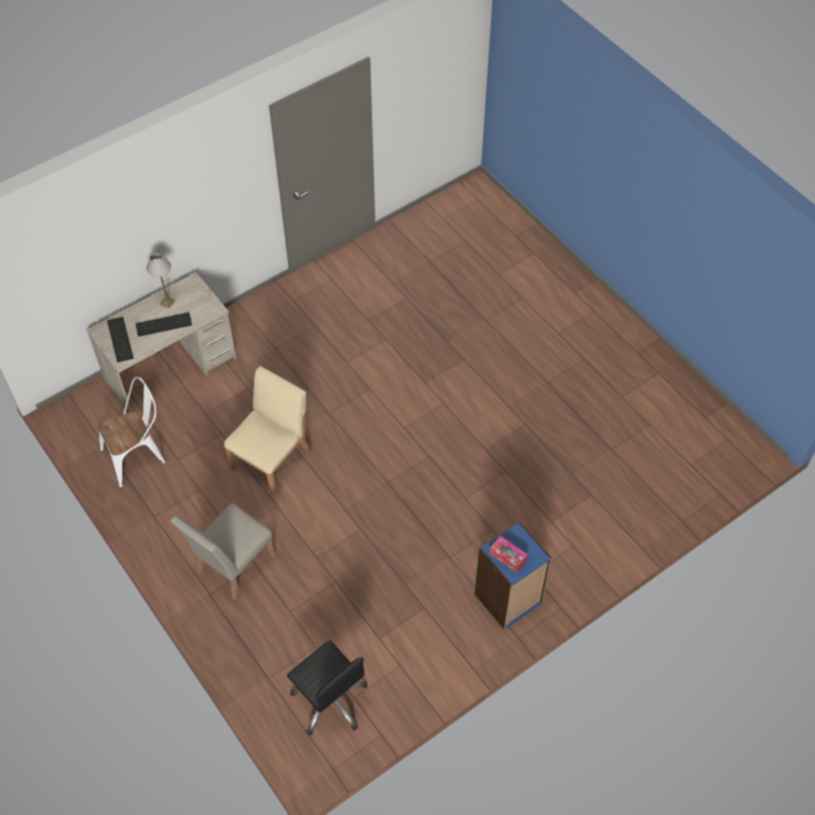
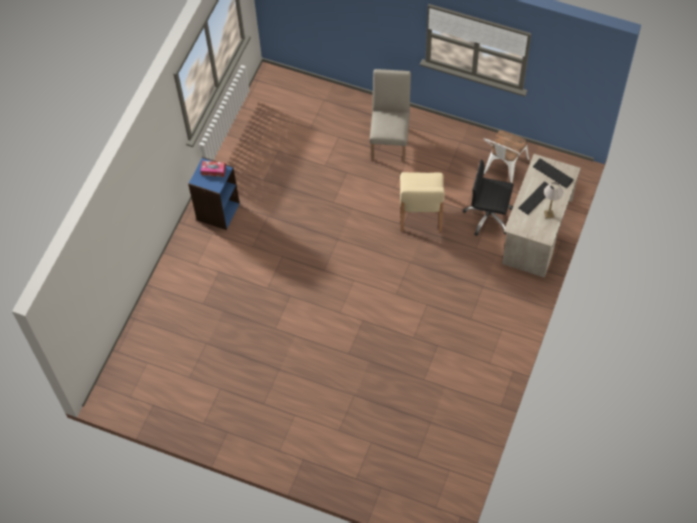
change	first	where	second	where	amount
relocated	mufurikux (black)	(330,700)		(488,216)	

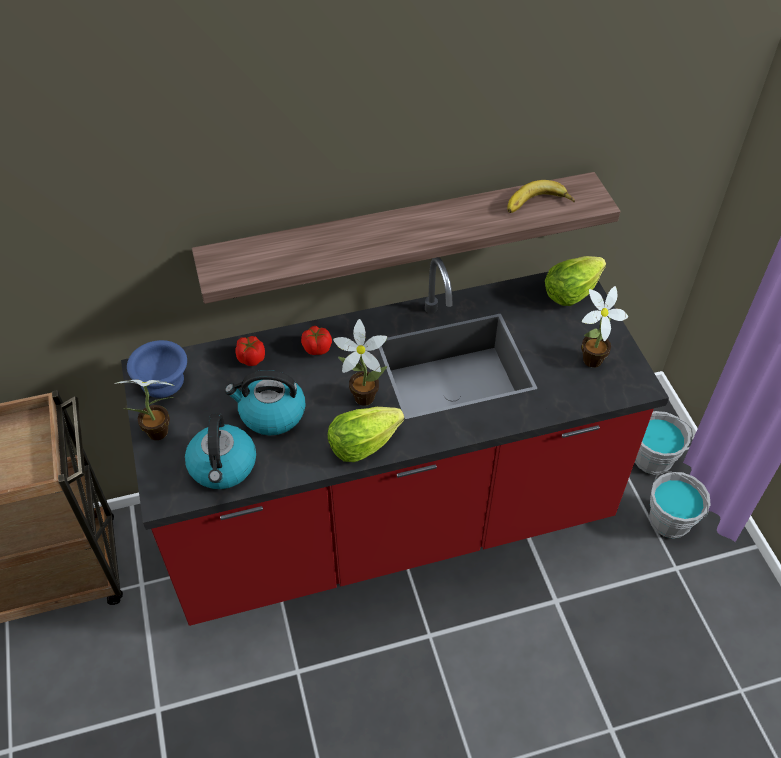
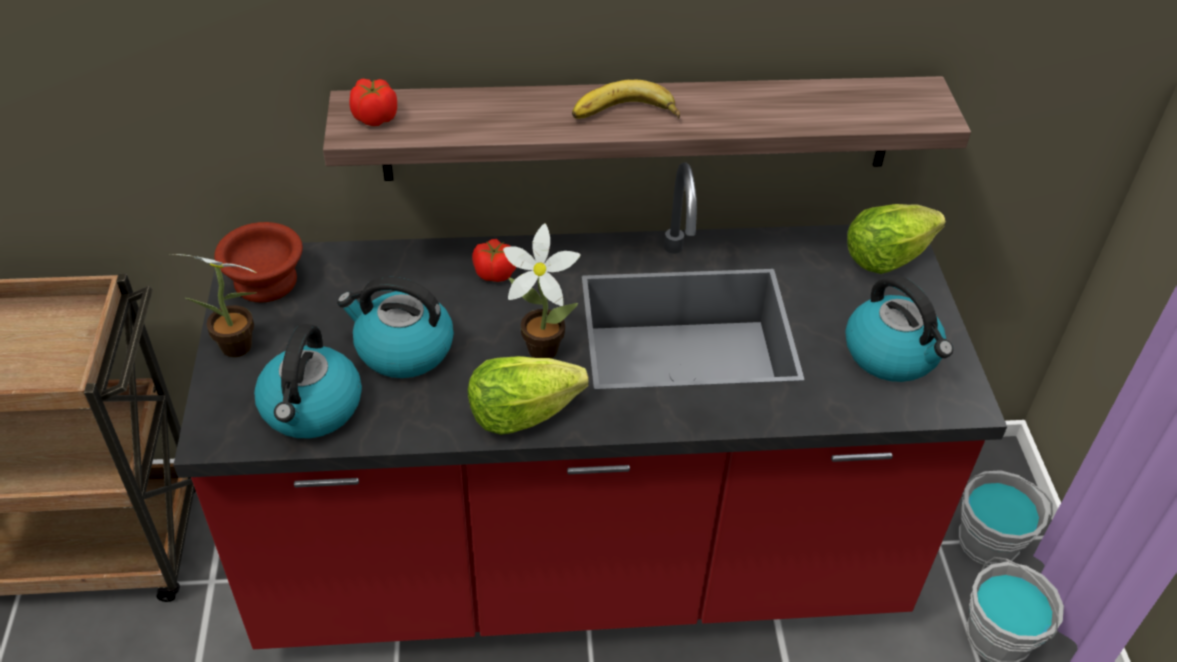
change	first	where	second	where	amount
relocated	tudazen	(251,358)		(375,117)	
relocated	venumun	(538,205)		(625,116)	
exchanged	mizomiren	(589,361)	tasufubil	(892,354)	
colour	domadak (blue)	(161,380)	domadak (brown)	(265,280)	

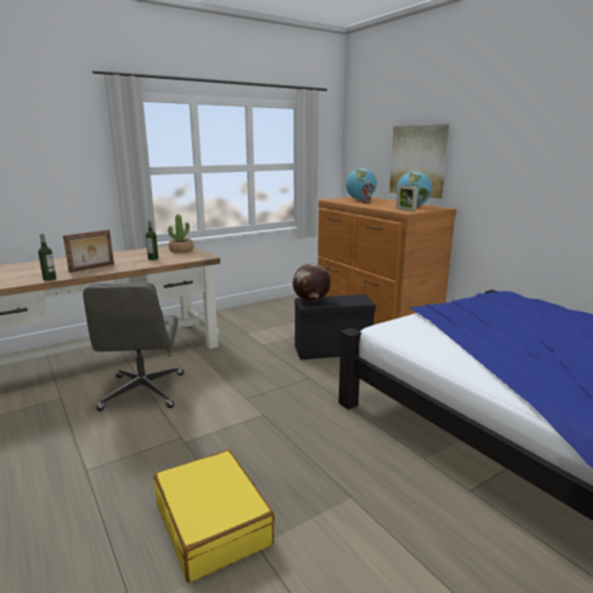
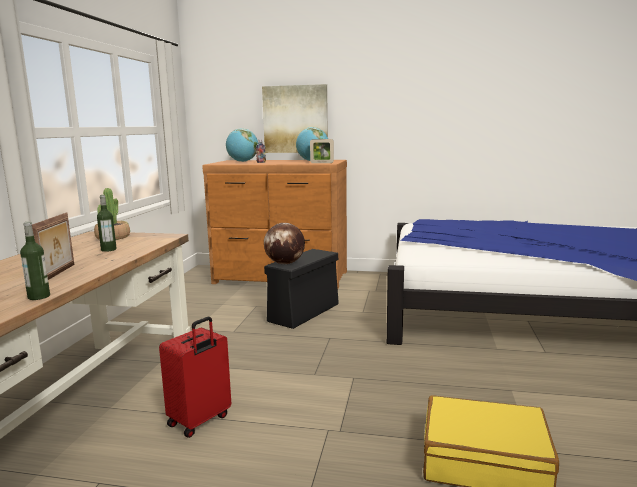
change	first	where	second	where	amount
exchanged	mufurikux (grey)	(143,392)	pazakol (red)	(200,421)	

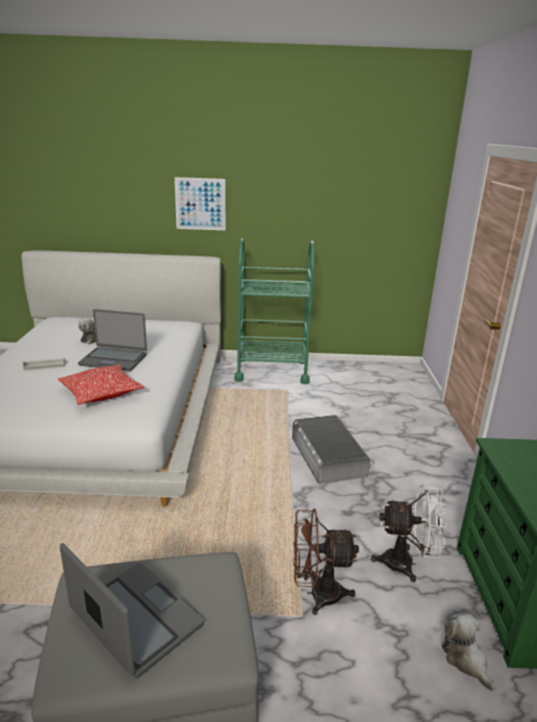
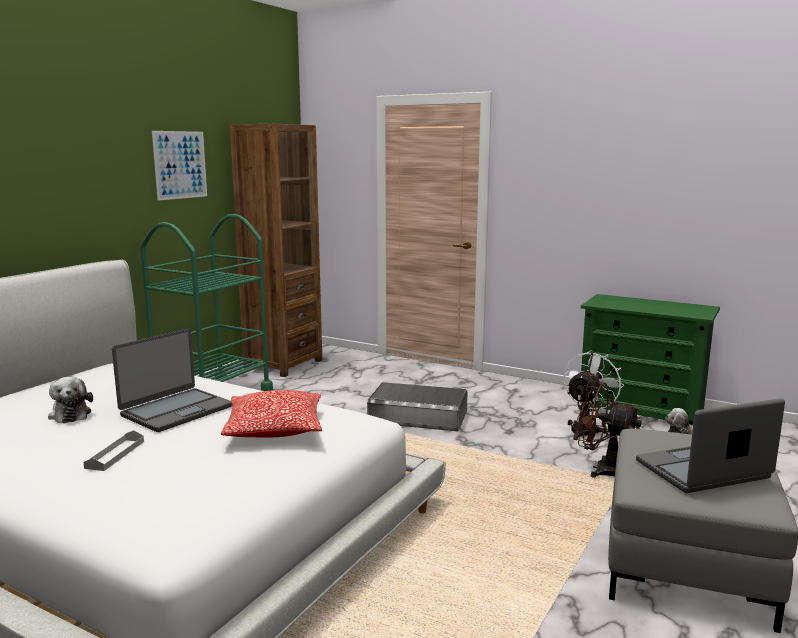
change	first	where	second	where	amount
appeared			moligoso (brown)	(283,364)	
relocated	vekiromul	(200,204)		(180,165)	
spun	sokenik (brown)	(316,594)		(602,469)	90 degrees clockwise

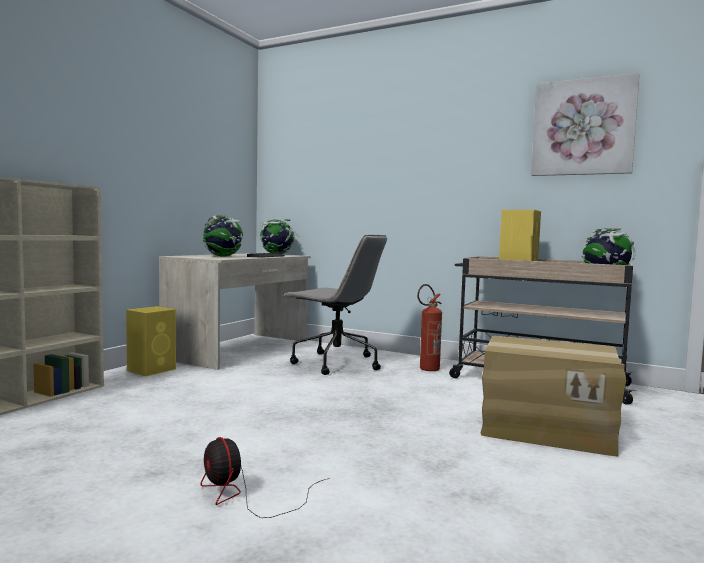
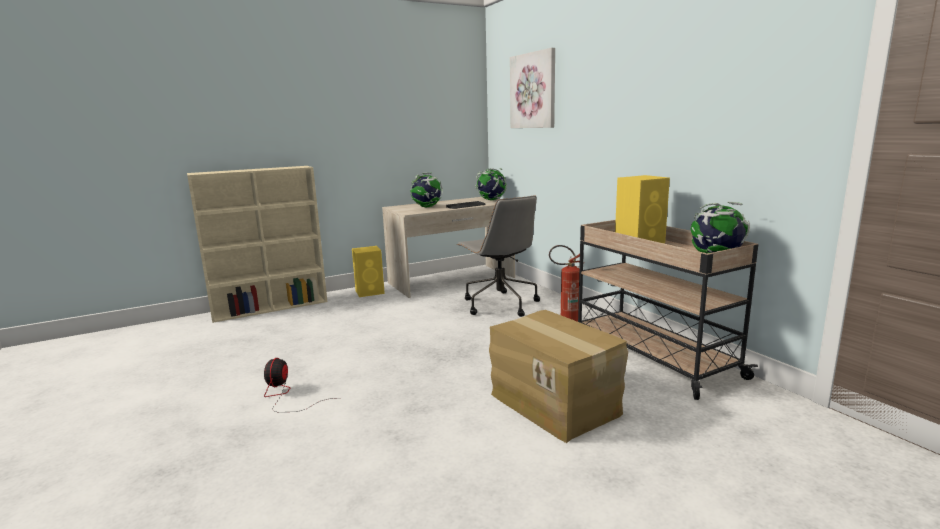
change	first	where	second	where	amount
relocated	vekiromul	(583,127)		(533,91)	

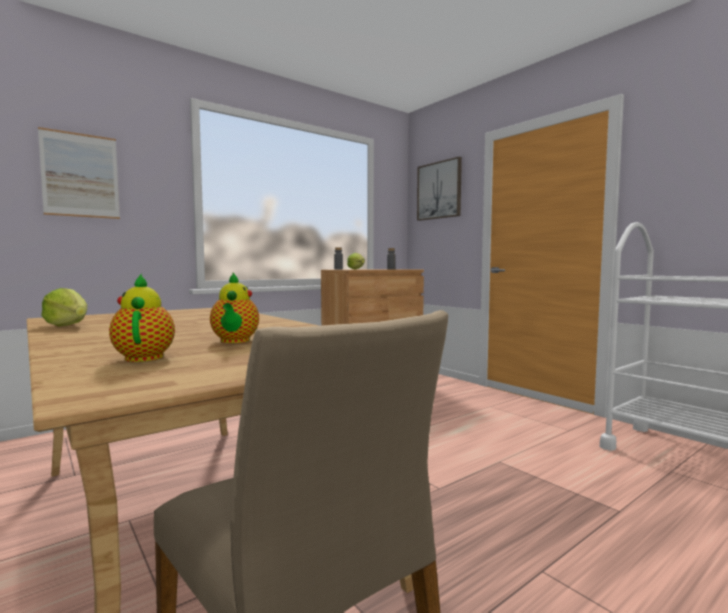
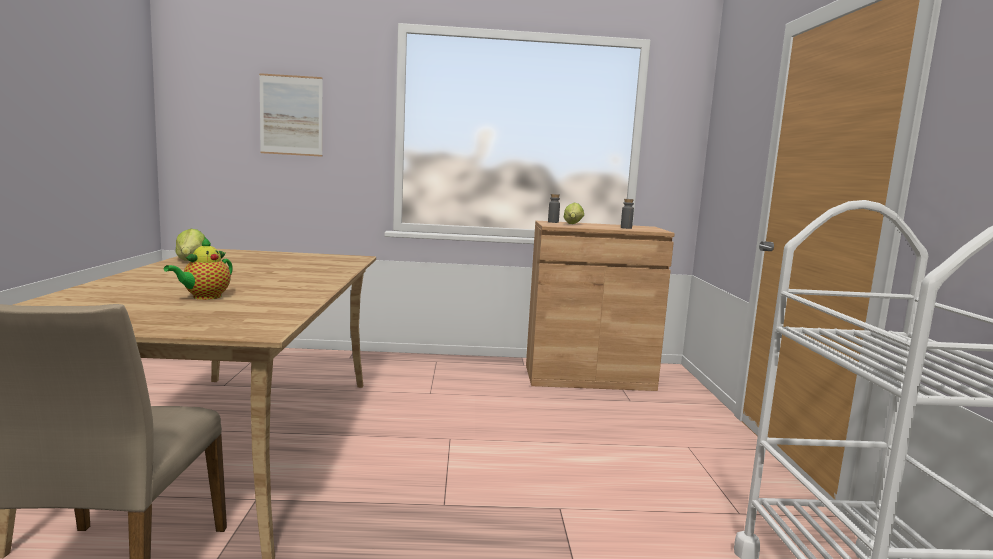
change	first	where	second	where	amount
missing	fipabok	(145,357)			
missing	vekiromul	(439,190)			

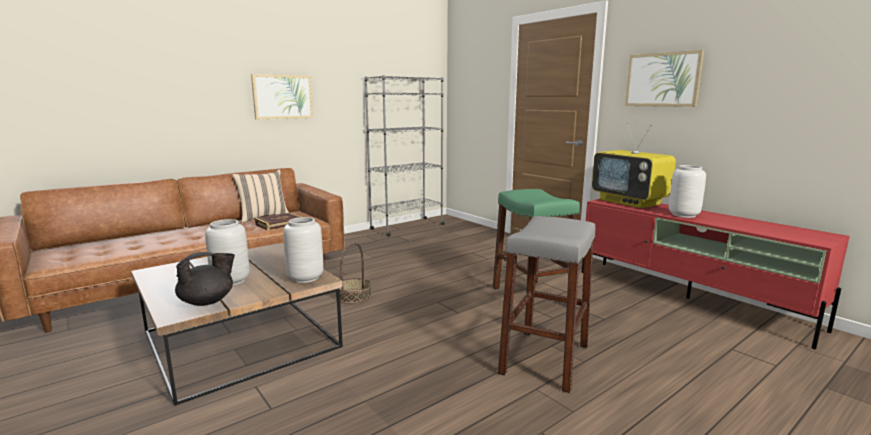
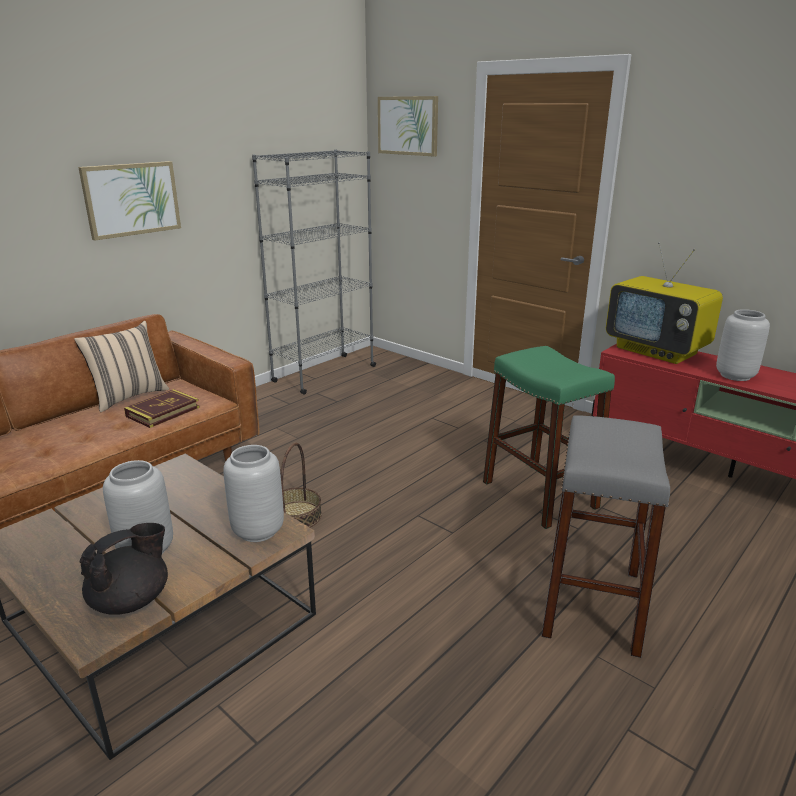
change	first	where	second	where	amount
relocated	vekiromul	(663,79)		(408,126)	

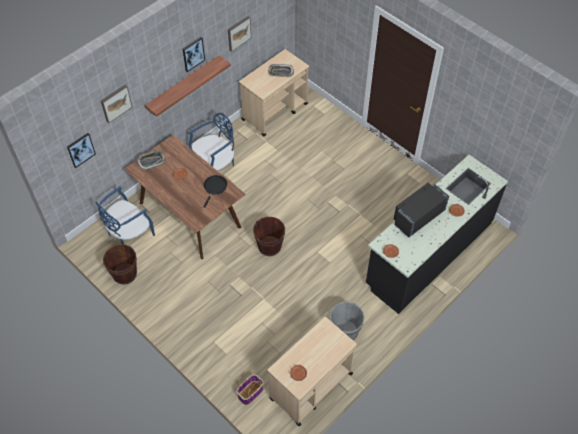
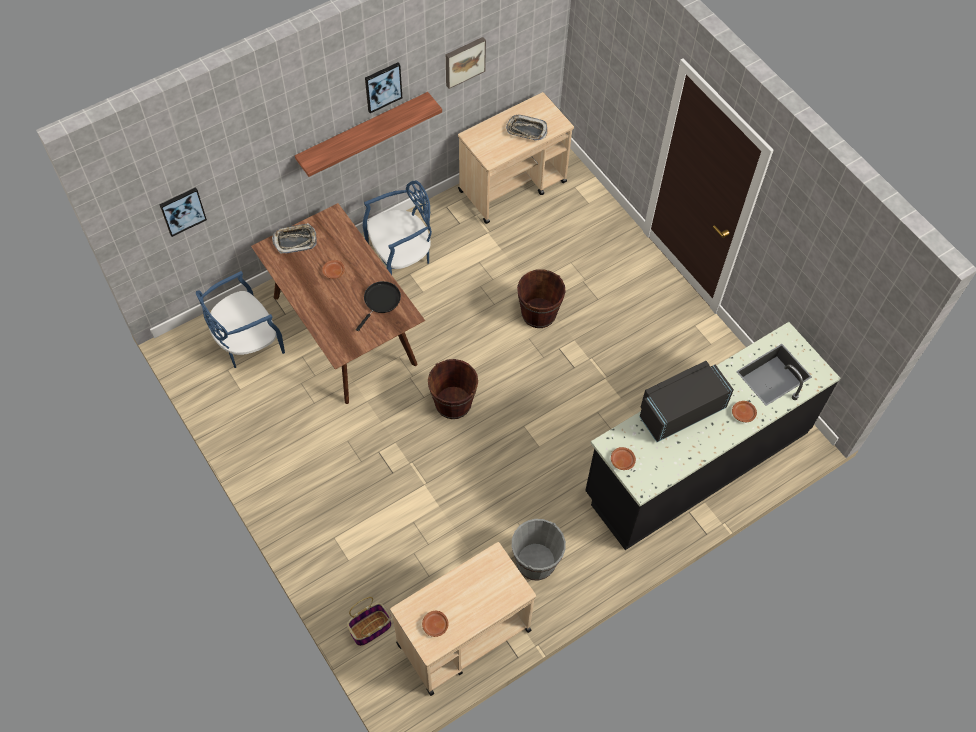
change	first	where	second	where	amount
missing	vekiromul	(115,103)			
relocated	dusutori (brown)	(125,274)		(538,313)	

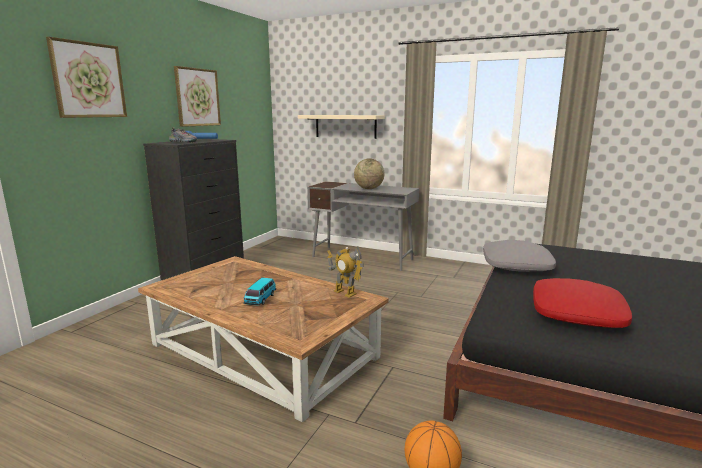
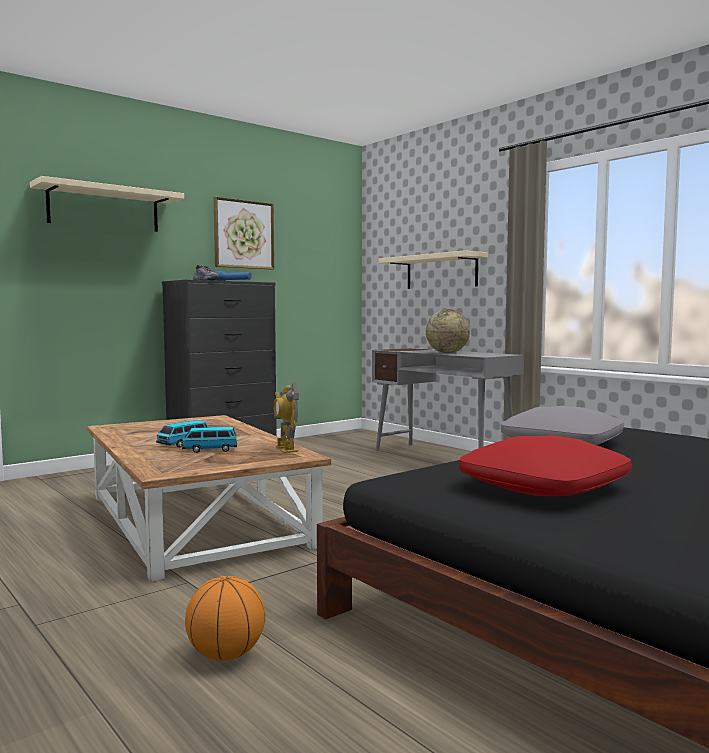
change	first	where	second	where	amount
appeared			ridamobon	(210,450)	
exchanged	vekiromul	(88,80)	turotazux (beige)	(104,209)	

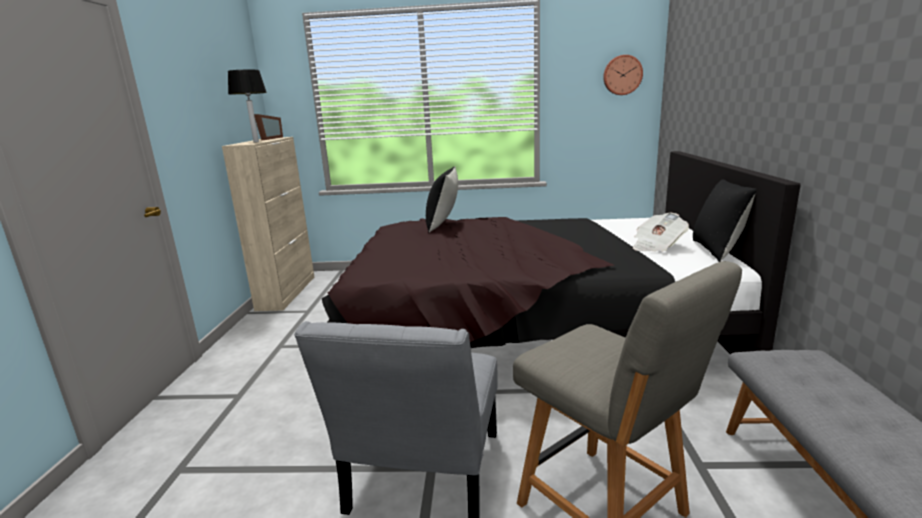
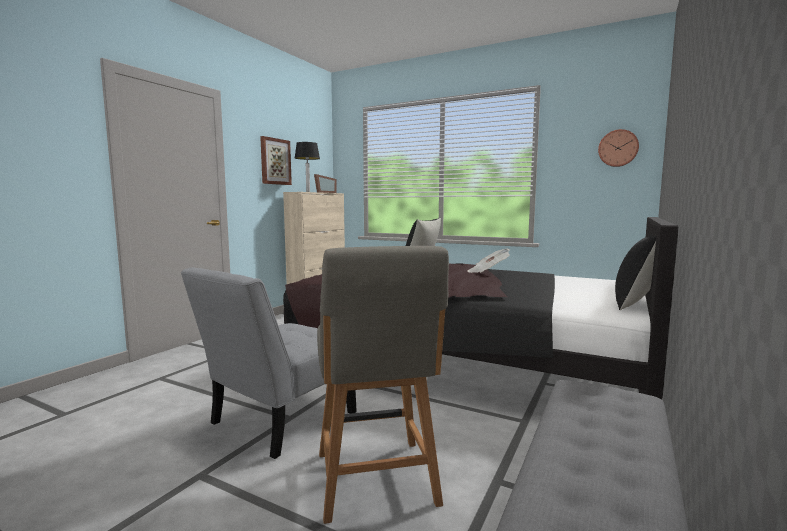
change	first	where	second	where	amount
appeared			vekiromul	(275,161)	
relocated	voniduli	(656,246)		(488,272)	

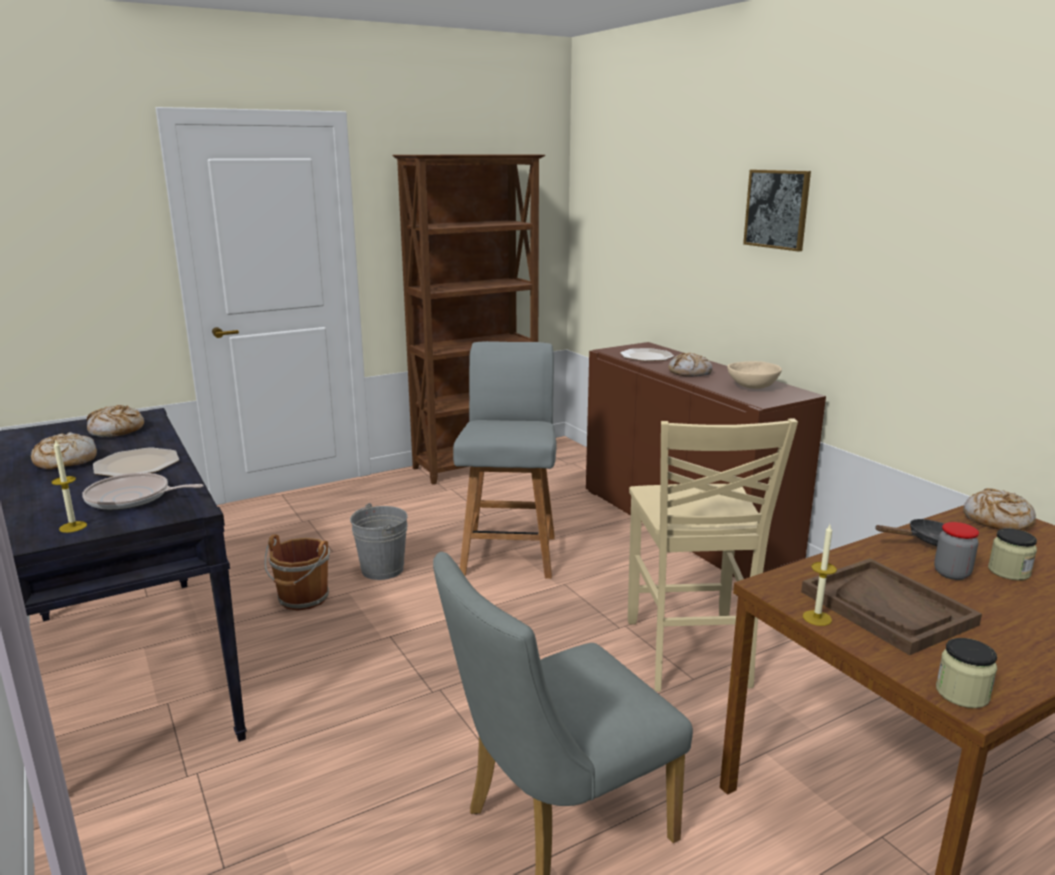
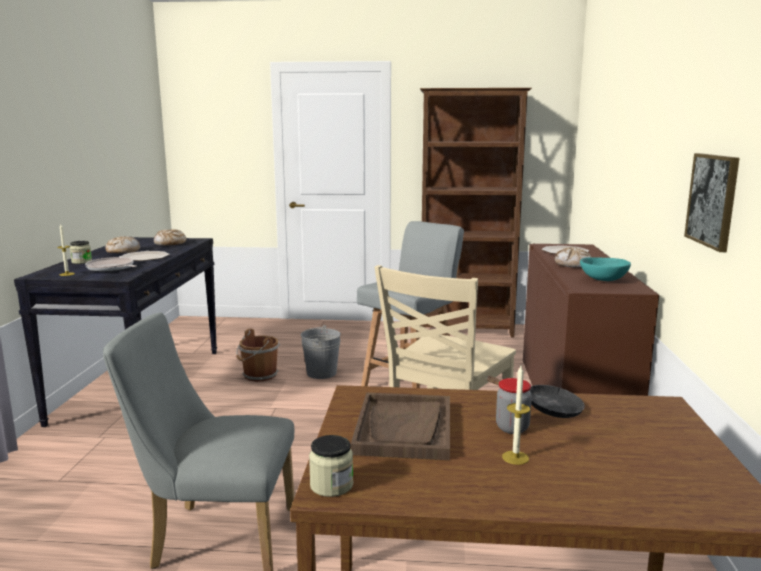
change	first	where	second	where	amount
missing	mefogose	(997,520)			
relocated	vekiromul	(777,209)		(712,200)	
relocated	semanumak	(817,618)		(515,457)	
relocated	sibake	(1009,571)		(81,262)	
colour	domadak (beige)	(752,387)	domadak (turquoise)	(603,279)	

